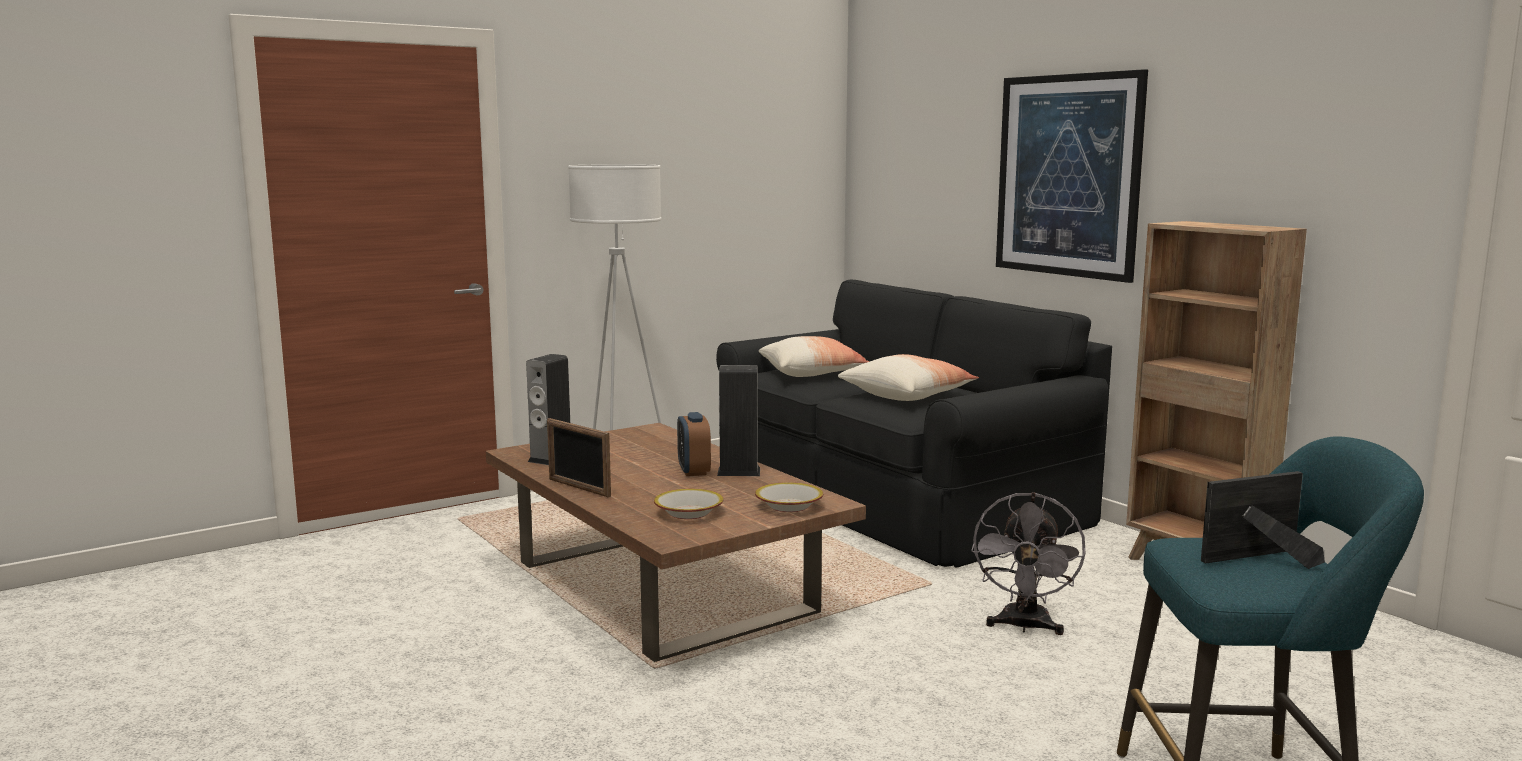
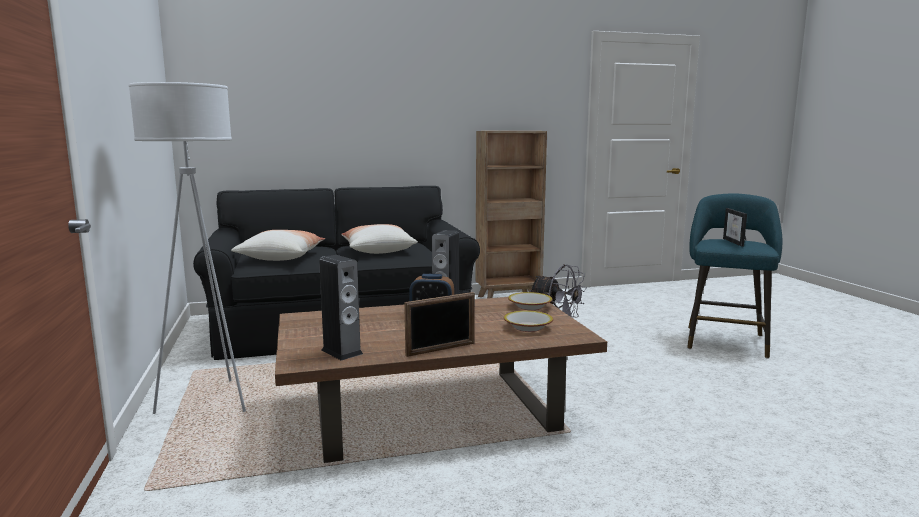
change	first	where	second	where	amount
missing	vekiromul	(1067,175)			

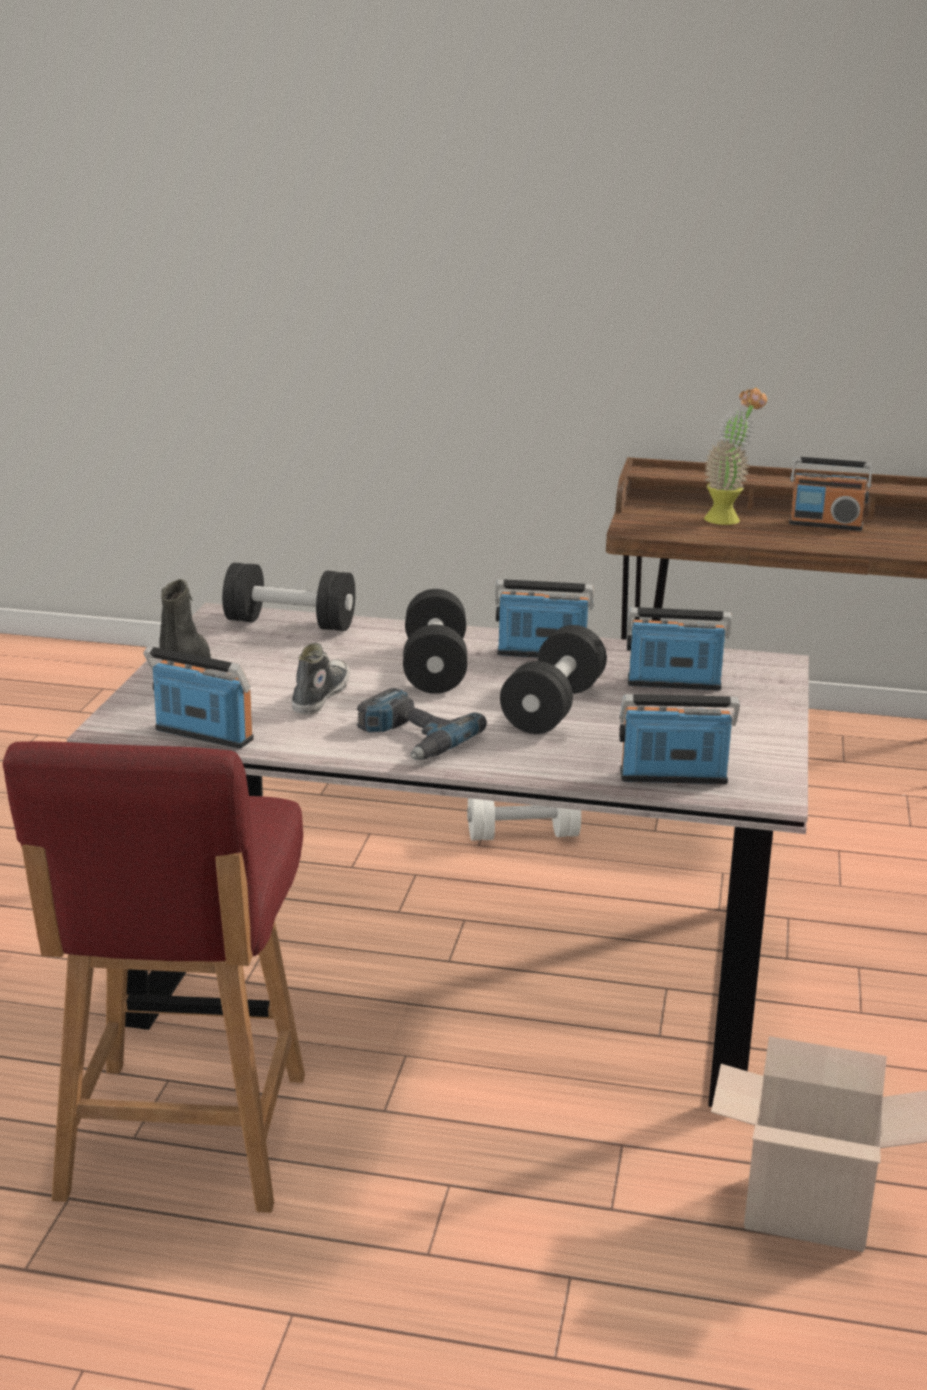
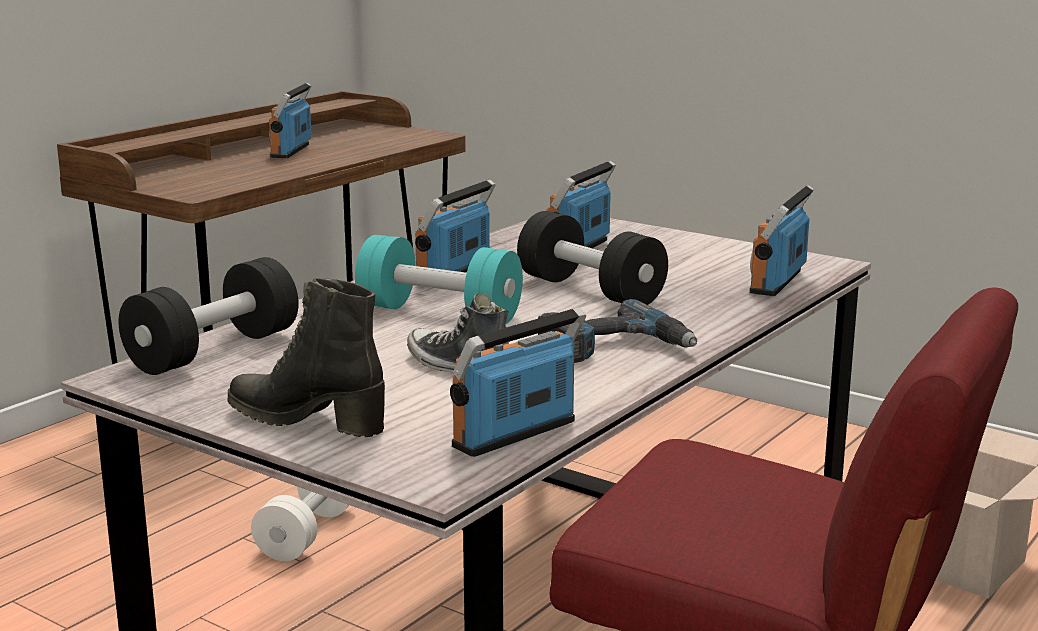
change	first	where	second	where	amount
missing	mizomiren	(728,518)			
colour	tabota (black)	(435,668)	tabota (turquoise)	(439,313)	
spun	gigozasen	(825,524)		(291,151)	150 degrees clockwise

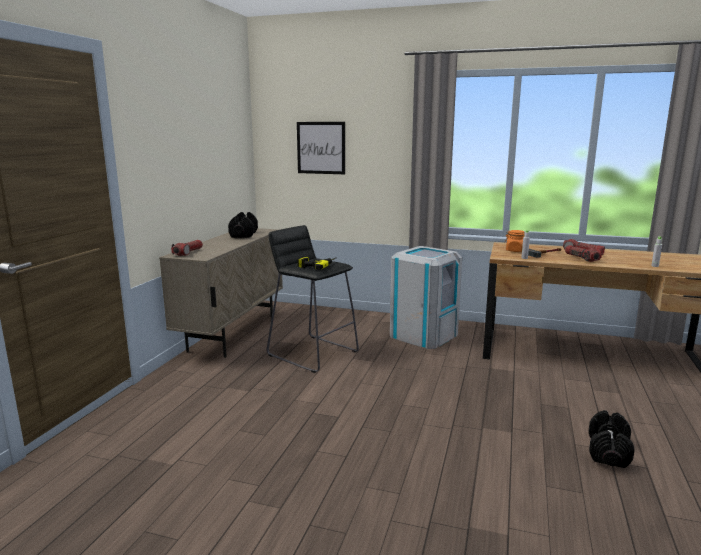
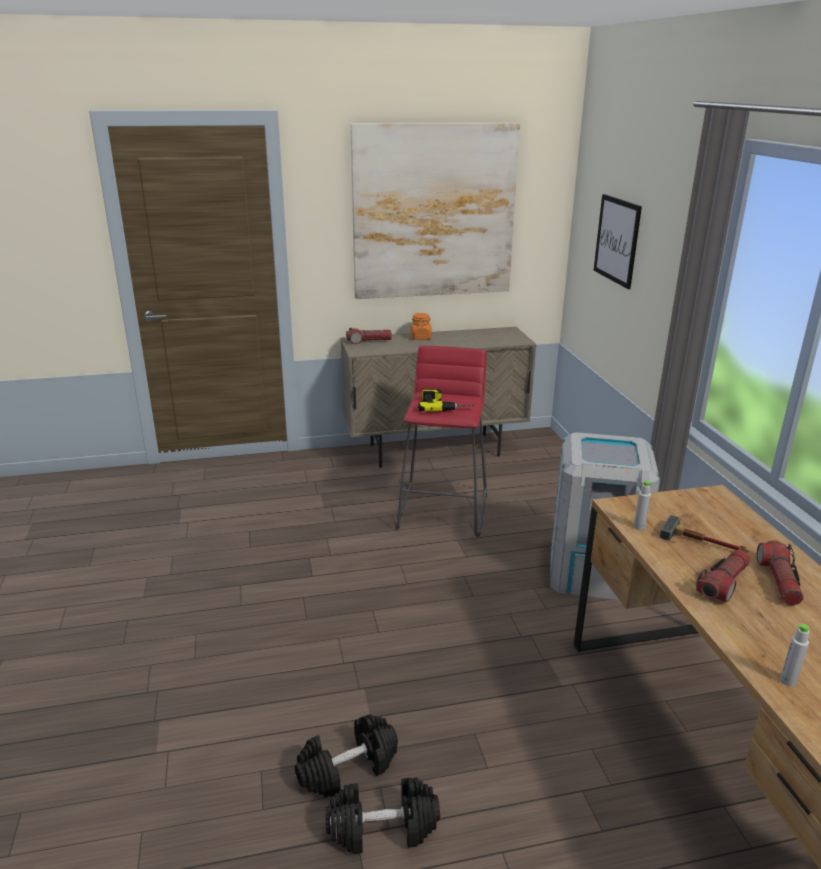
change	first	where	second	where	amount
appeared			vekiromul	(434,212)	
relocated	tabota (black)	(244,234)		(348,769)	
relocated	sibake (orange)	(515,250)		(421,337)	
colour	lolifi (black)	(313,353)	lolifi (red)	(443,510)	

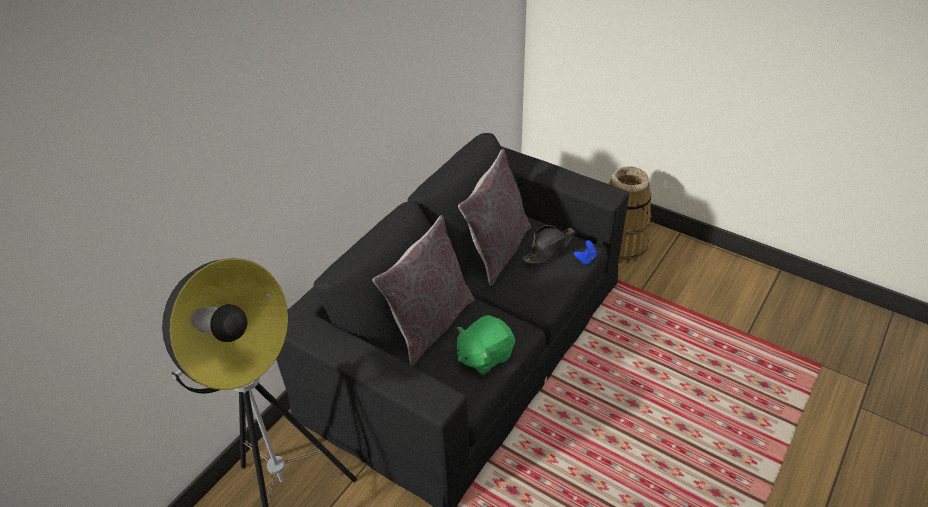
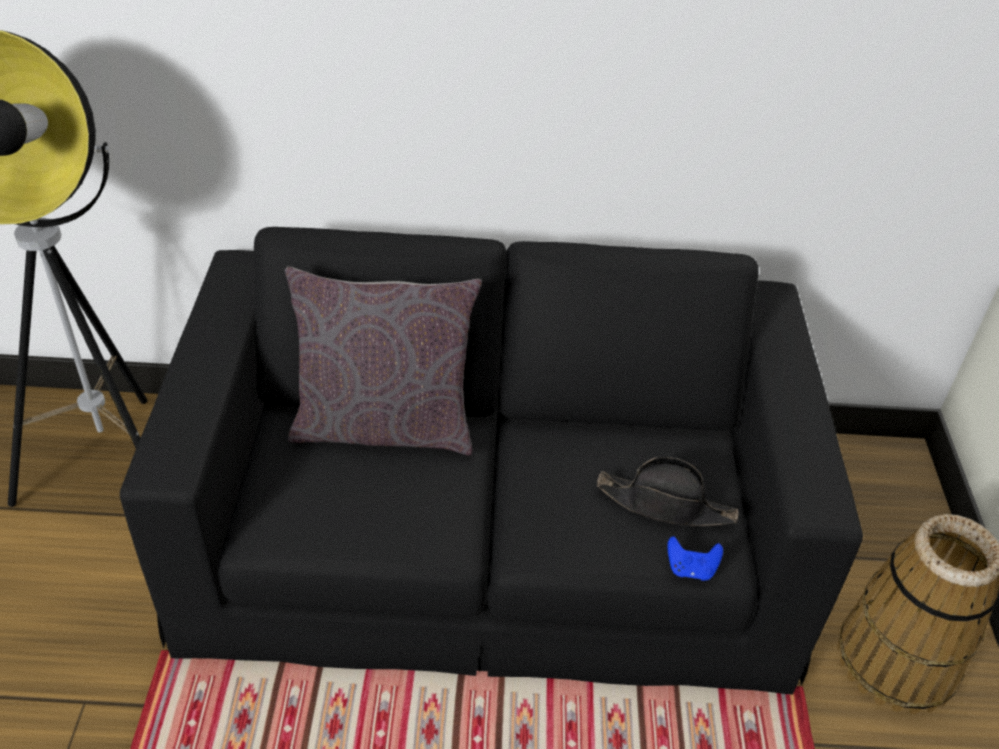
change	first	where	second	where	amount
missing	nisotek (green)	(484,356)			
missing	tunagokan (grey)	(497,251)			

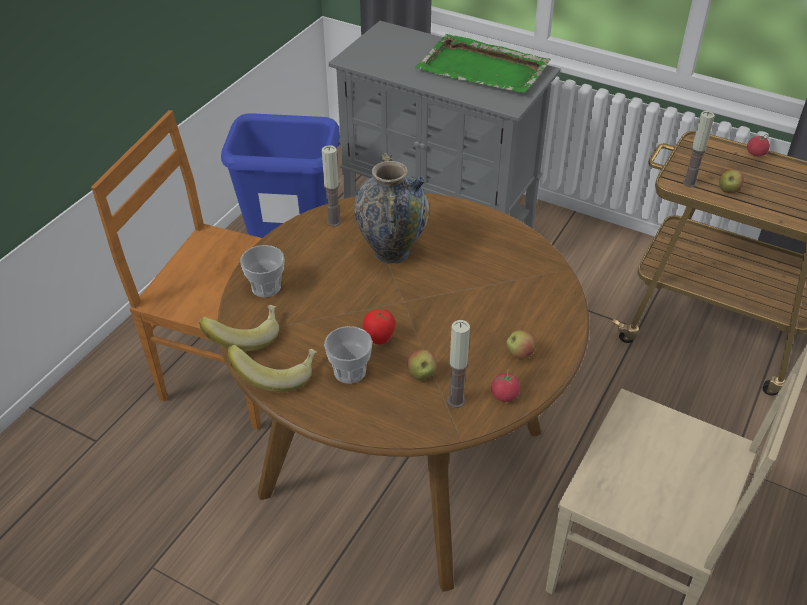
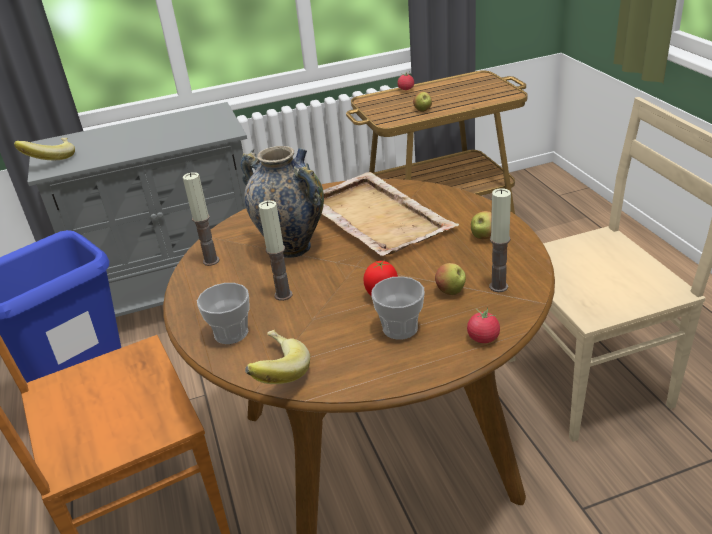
change	first	where	second	where	amount
missing	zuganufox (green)	(483,69)			
appeared			zuganufox (beige)	(375,216)	
relocated	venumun	(276,374)		(51,159)	
relocated	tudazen	(504,395)		(483,338)	
relocated	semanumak	(689,183)		(283,295)	

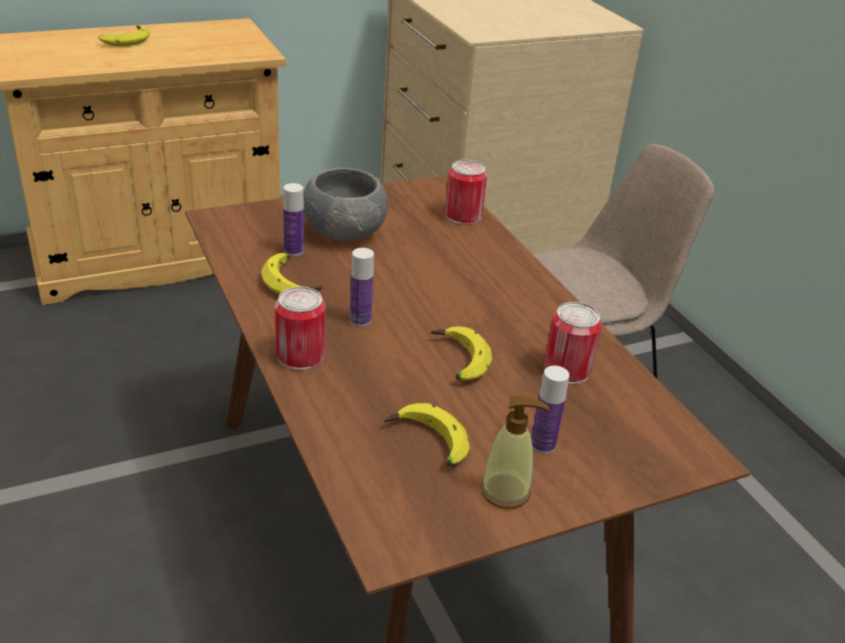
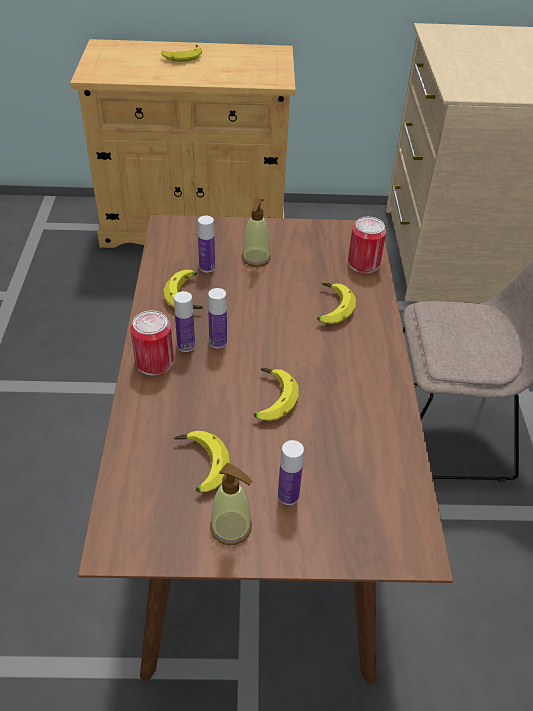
change	first	where	second	where	amount
missing	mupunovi	(567,370)			
appeared			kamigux	(186,345)	
appeared			venumun	(330,308)	
exchanged	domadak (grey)	(343,232)	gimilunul	(256,258)	

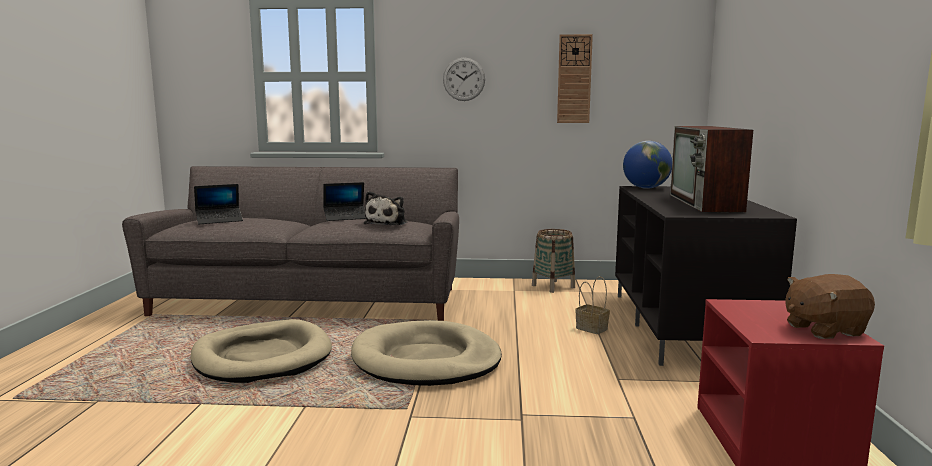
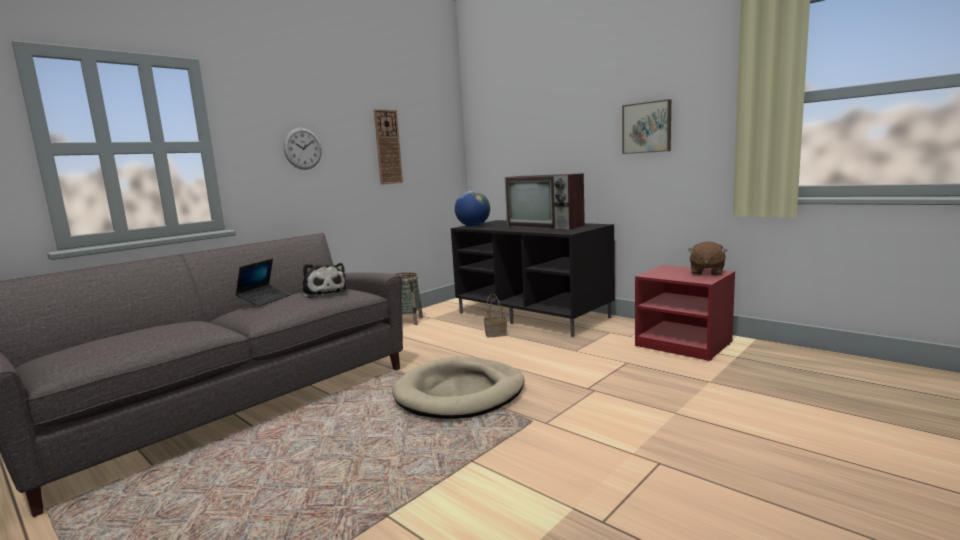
change	first	where	second	where	amount
missing	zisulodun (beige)	(262,357)			
missing	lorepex	(219,220)			
appeared			vekiromul	(647,127)	

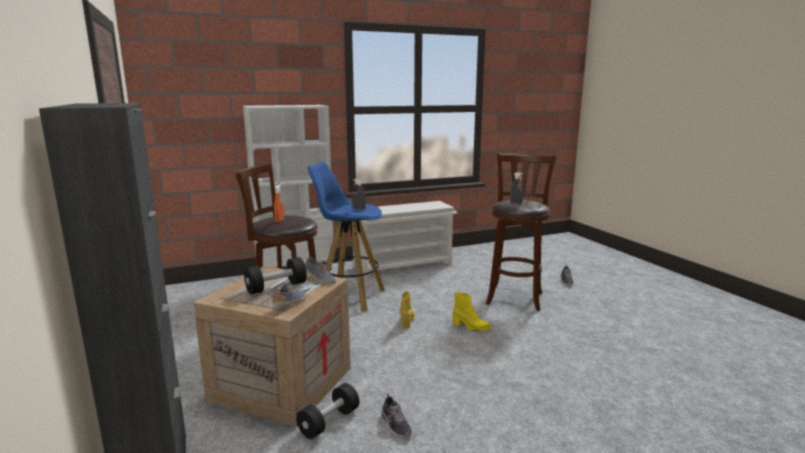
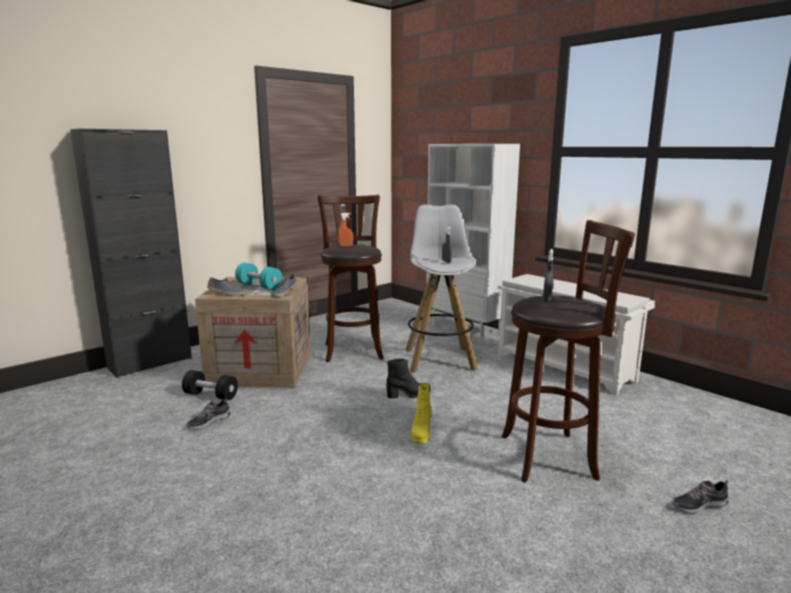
change	first	where	second	where	amount
colour	tabota (black)	(276,287)	tabota (turquoise)	(259,286)	
colour	lolifi (blue)	(349,297)	lolifi (white)	(439,359)	
colour	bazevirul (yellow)	(407,320)	bazevirul (black)	(408,395)	

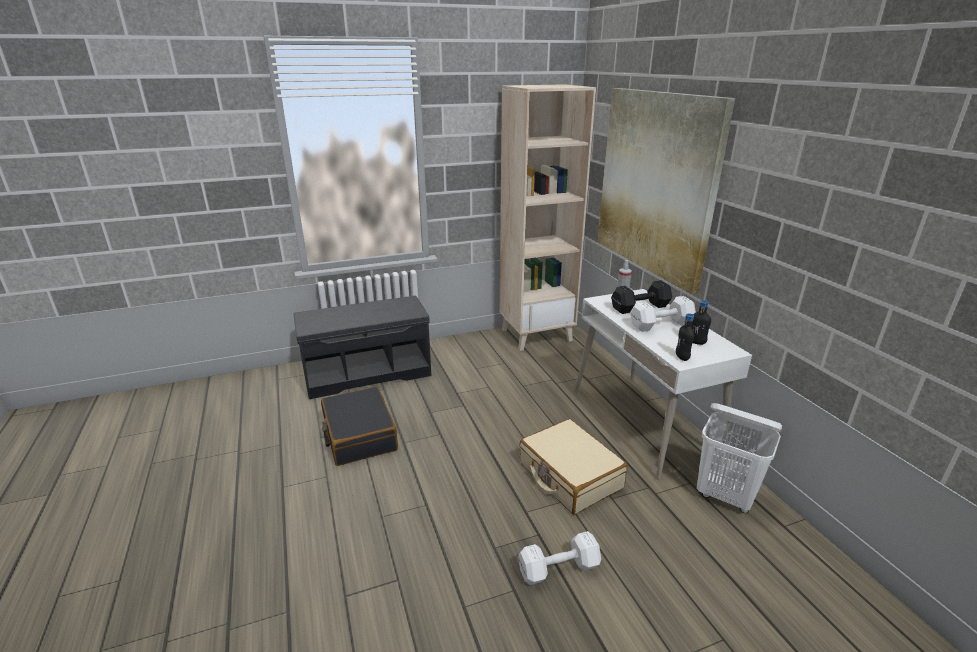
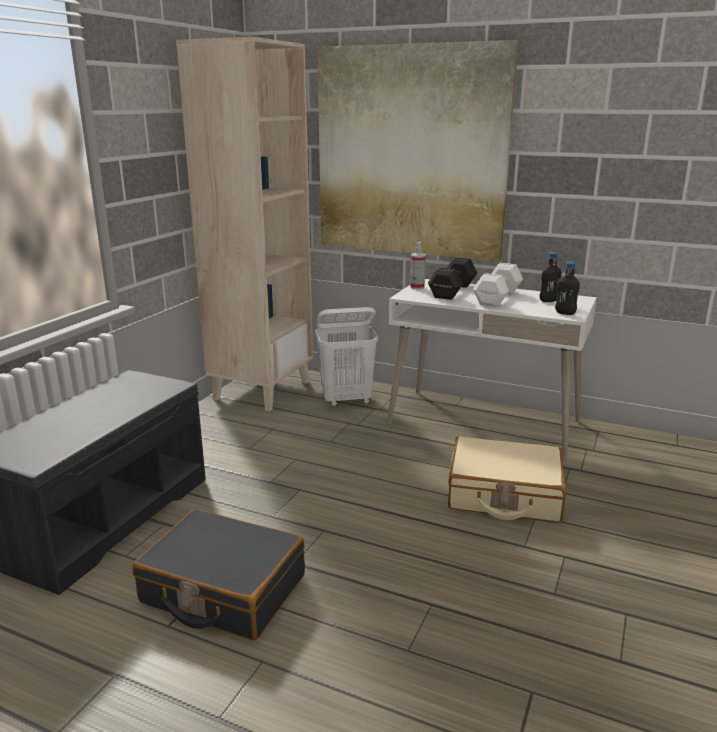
change	first	where	second	where	amount
missing	tabota (white)	(560,569)			
relocated	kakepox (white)	(725,496)		(347,400)	

